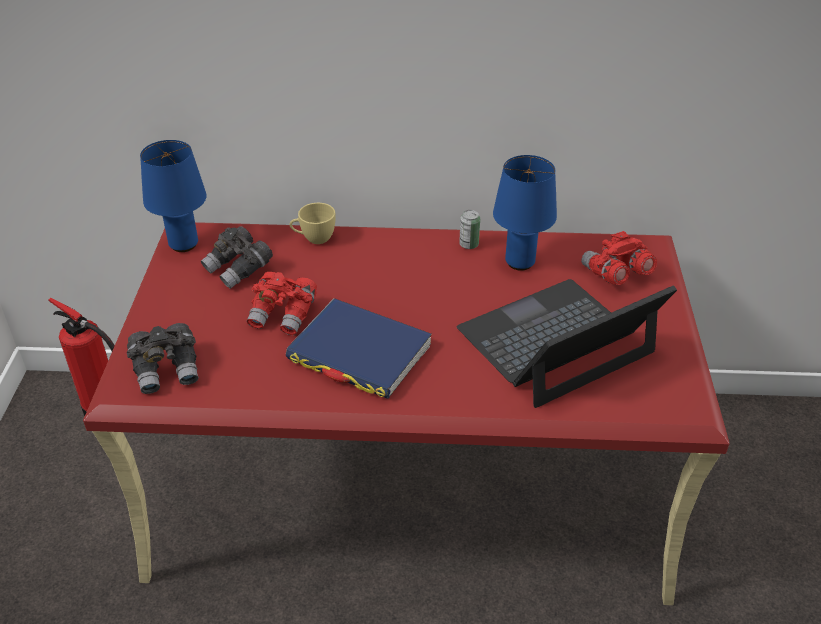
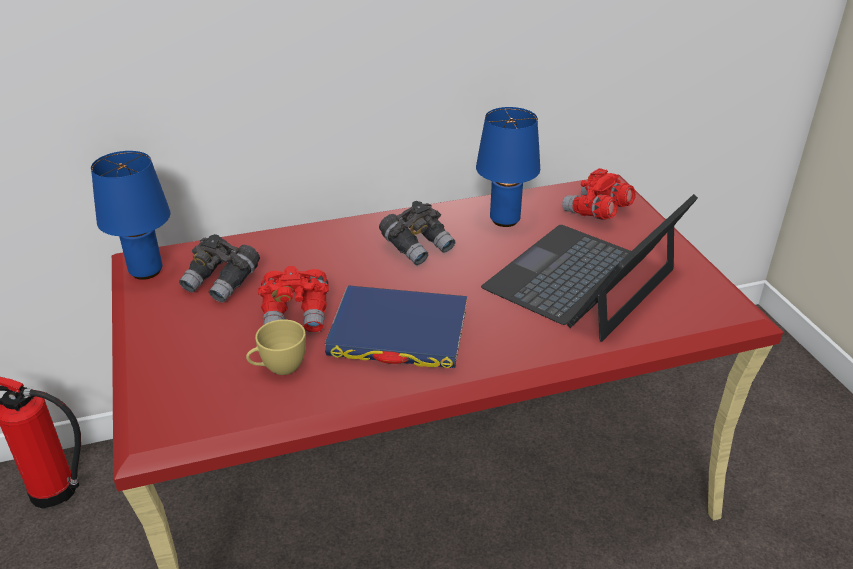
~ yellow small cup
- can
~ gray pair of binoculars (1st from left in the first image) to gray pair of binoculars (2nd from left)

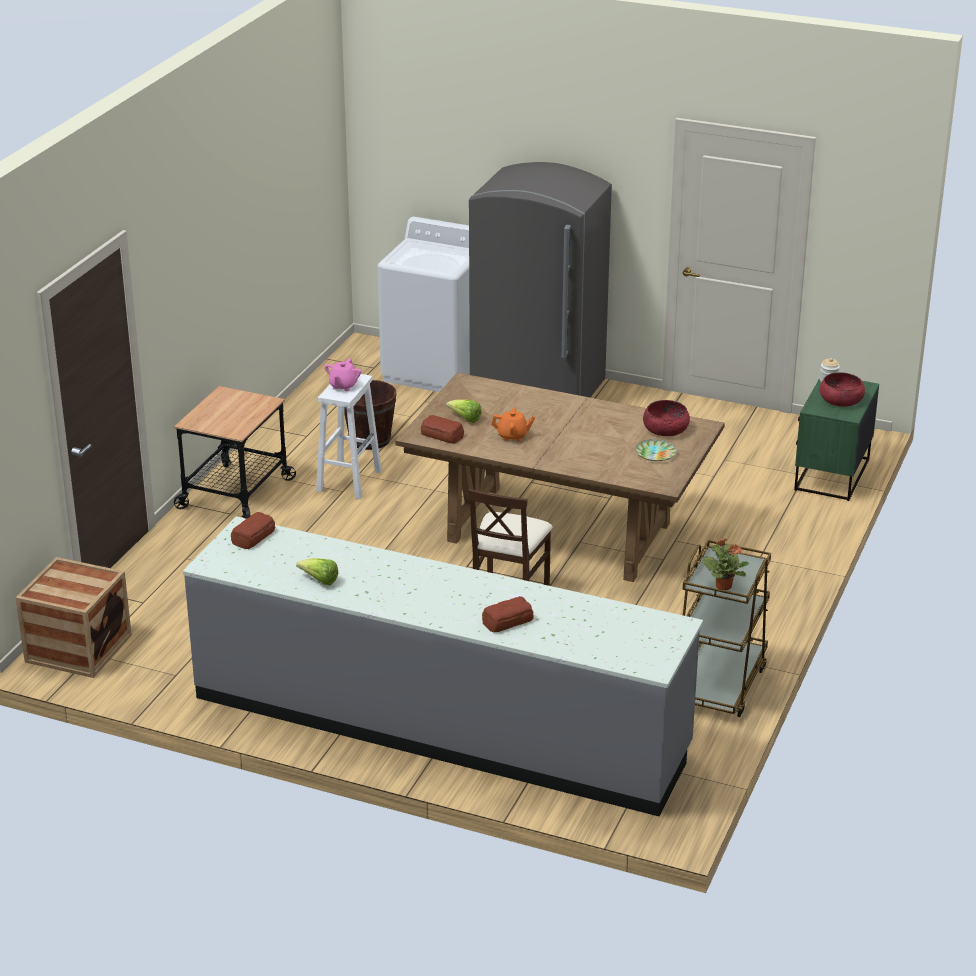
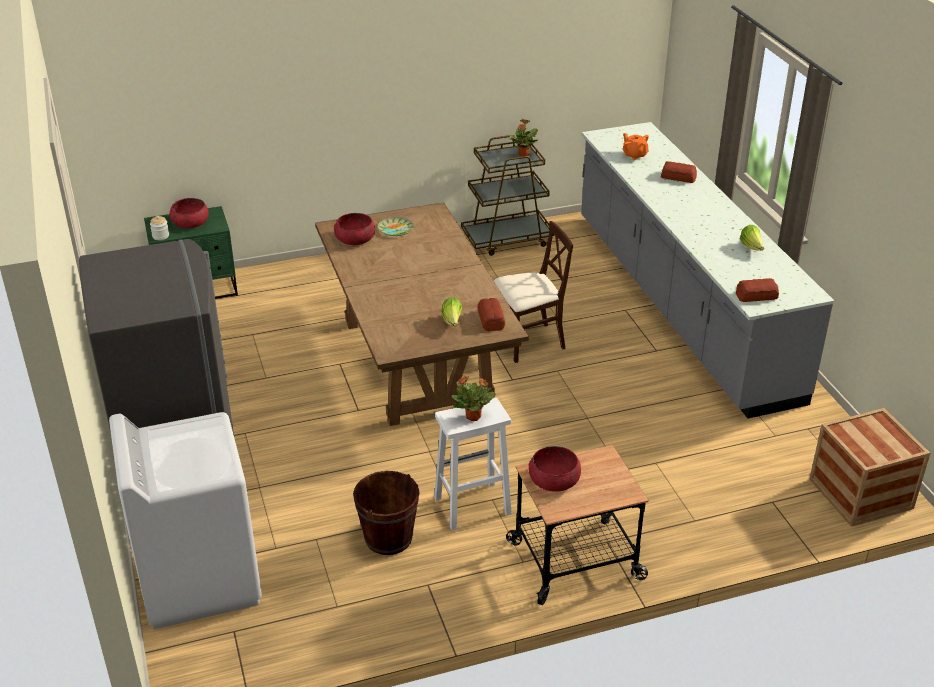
~ pinkish tea pot to potted plant (1st from left)
~ orangey tea pot
+ red serving bowl (3rd from left)

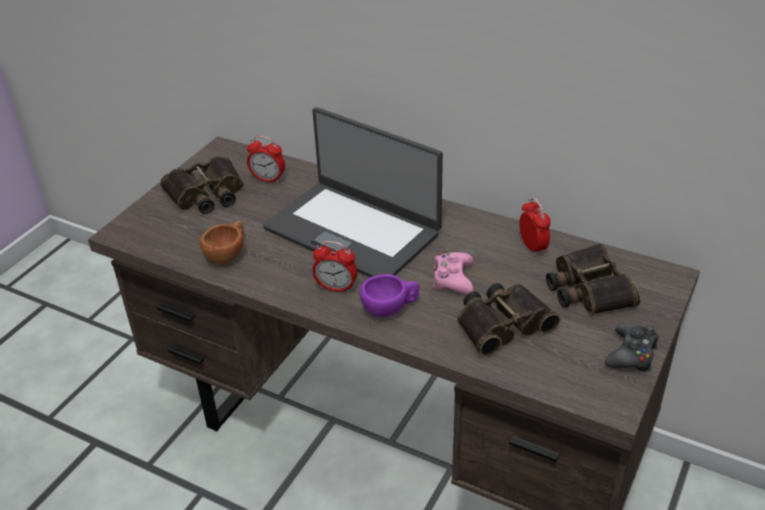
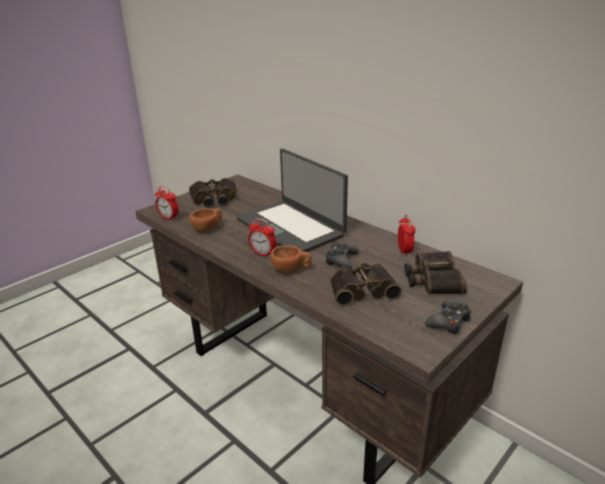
~ alarm clock (1st from left)
~ pinkish joypad to black-coloured joypad (1st from left)
~ purple-coloured small cup to brown-coloured small cup (2nd from left)

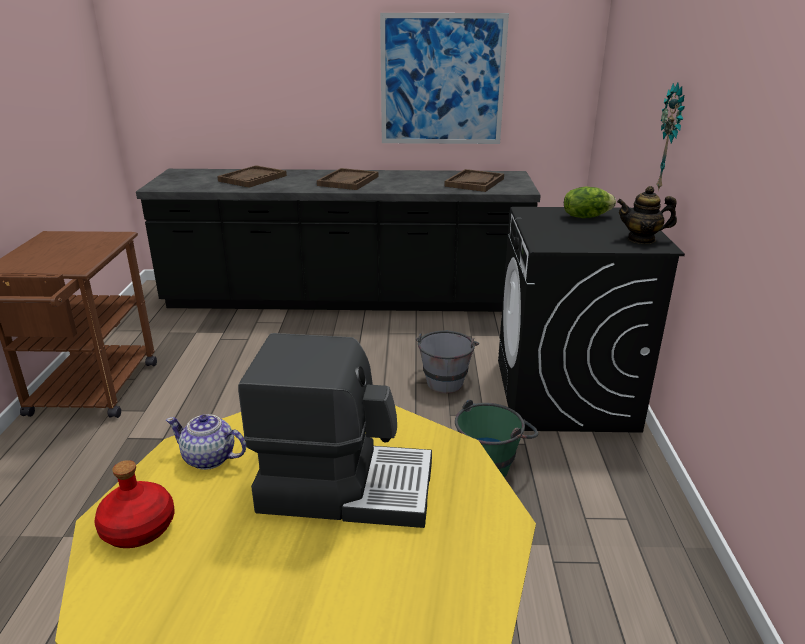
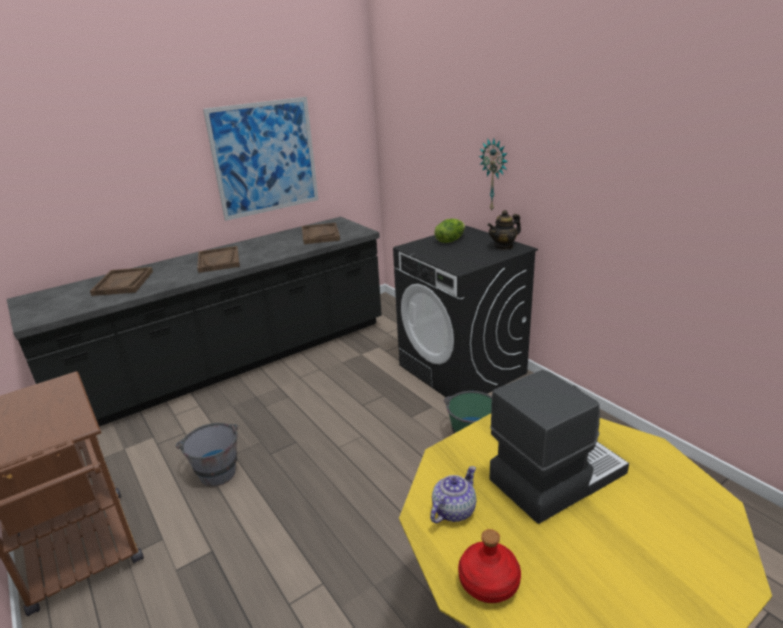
~ gray bucket
~ tea pot (1st from left) 150 degrees clockwise

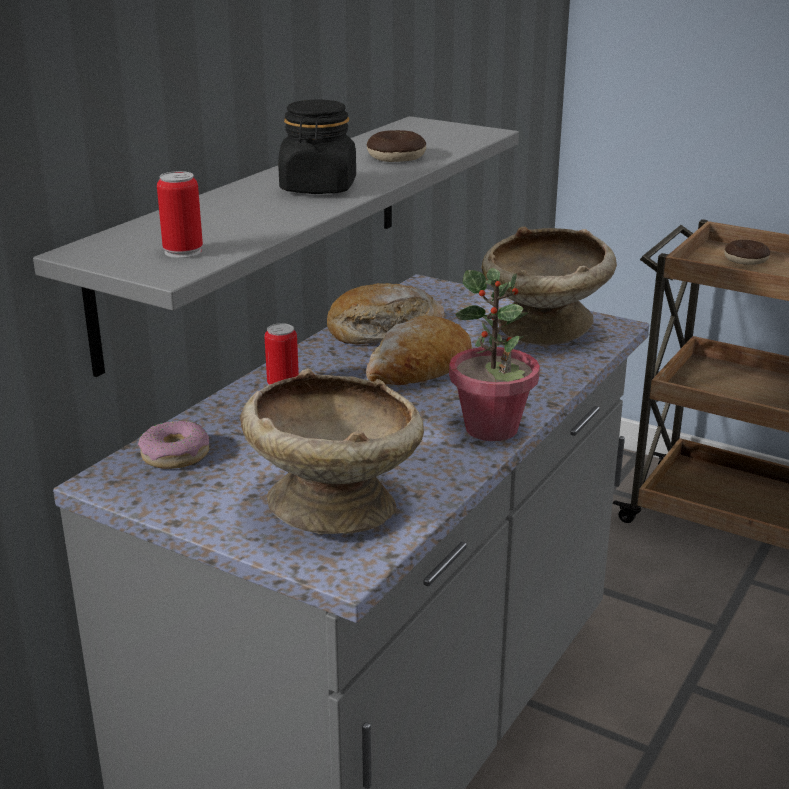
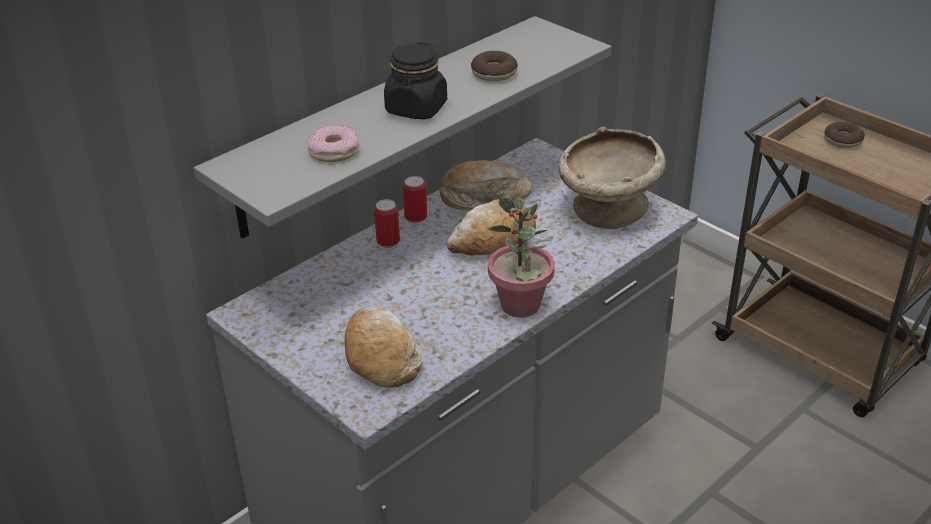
~ can (1st from left in the first image) to can (2nd from left)
~ beige-coloured serving bowl (1st from left) to baked bread (1st from left)
~ doughnut (1st from left)

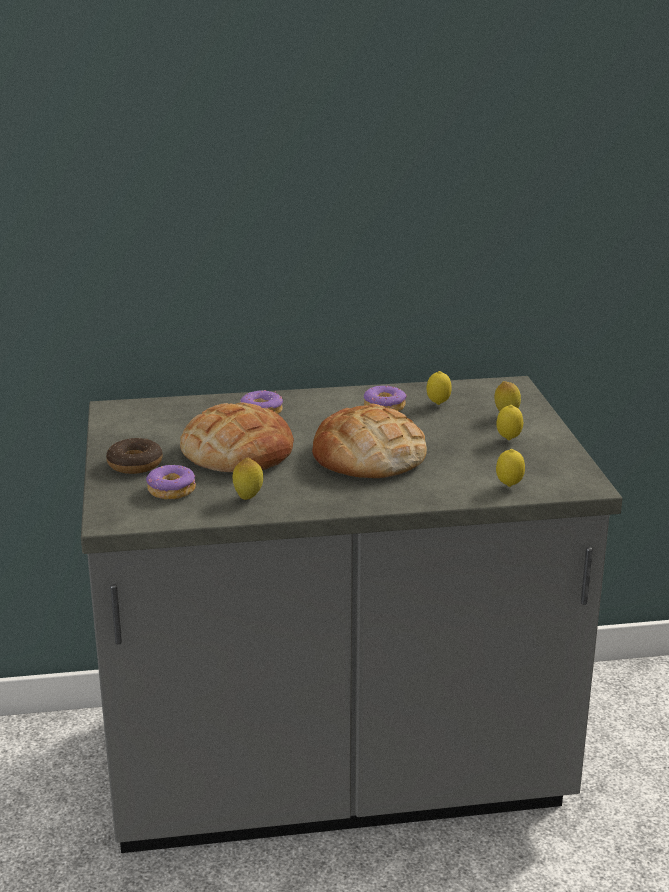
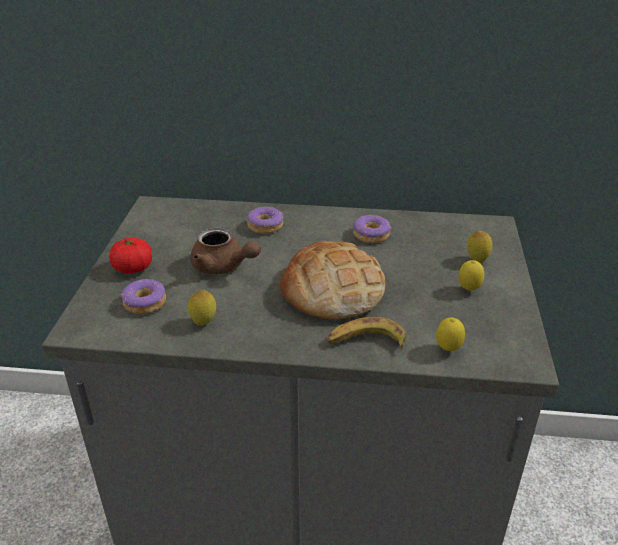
- whole lemon (2nd from left)
~ baked bread (1st from left) to brown-coloured tea pot
~ doughnut (1st from left) to tomato
+ banana

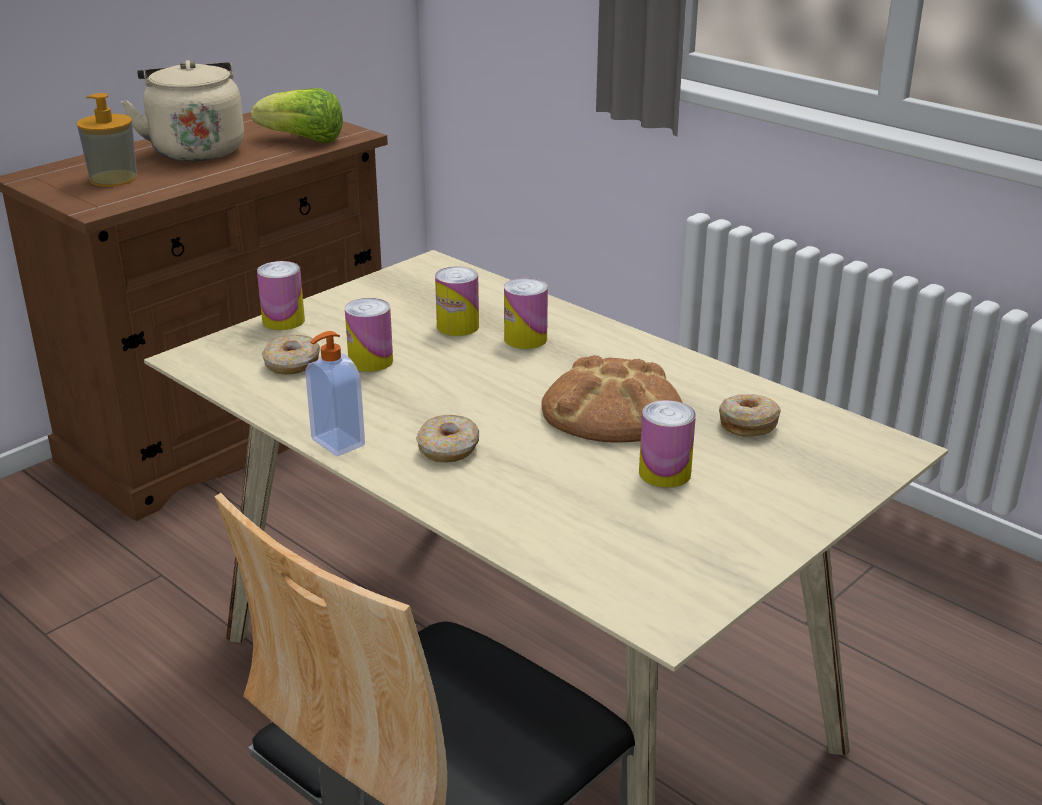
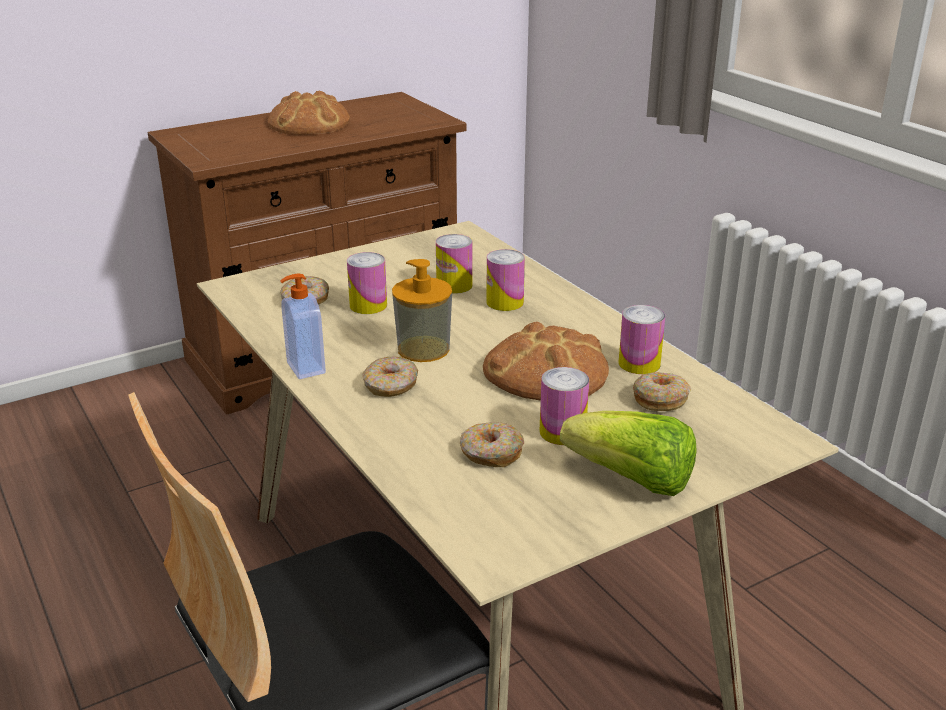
~ beige-coloured water kettle to baked bread (1st from left)
~ head of lettuce
~ liquid soap bottle (1st from left in the first image) to liquid soap bottle (2nd from left)
~ can (1st from left in the first image) to can (5th from left)
+ doughnut (3rd from left)

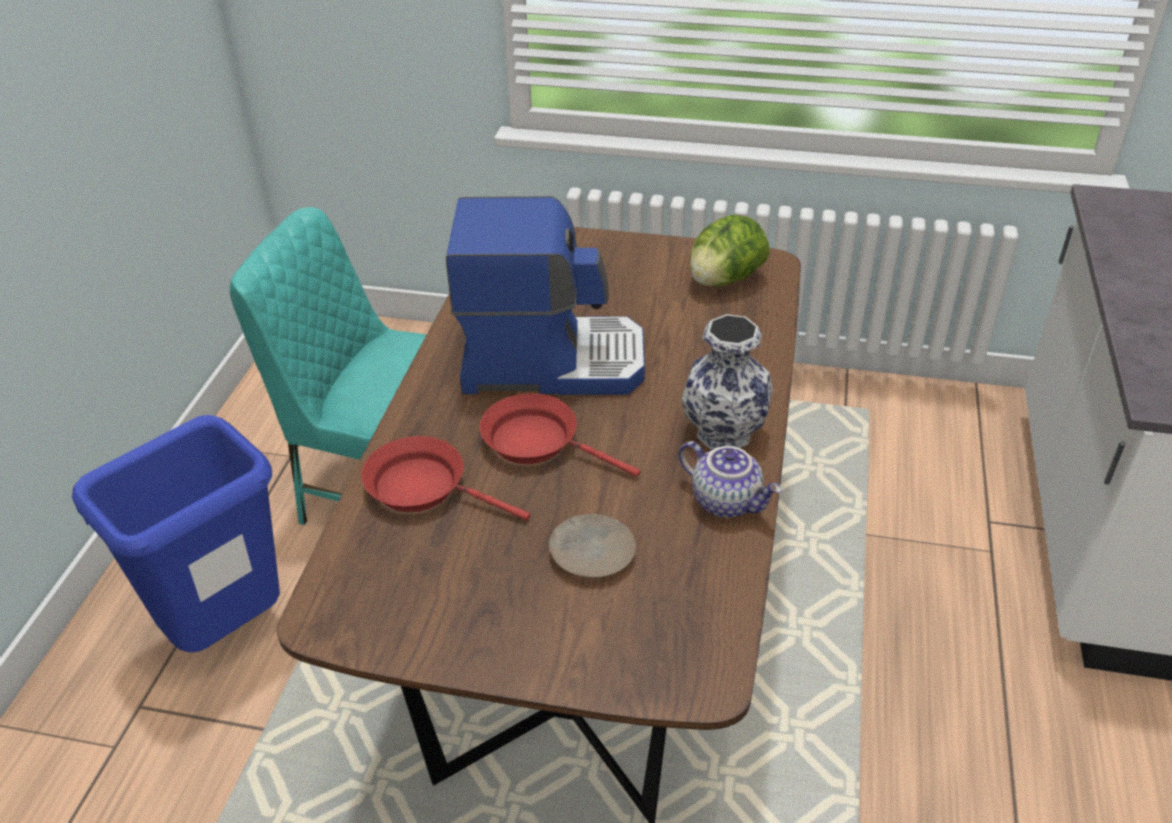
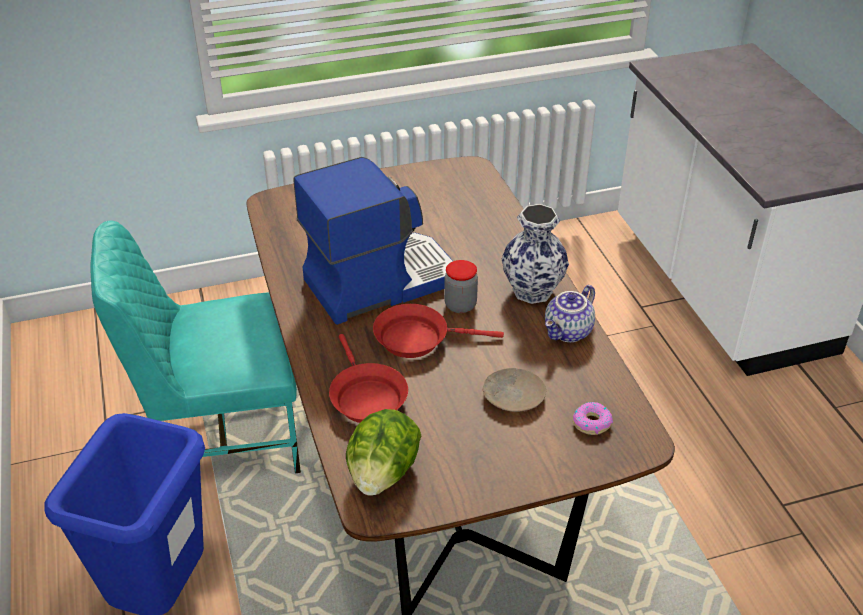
~ head of lettuce
~ red pan (1st from left) 105 degrees counterclockwise
~ tea pot 120 degrees clockwise
+ storage jar
+ doughnut

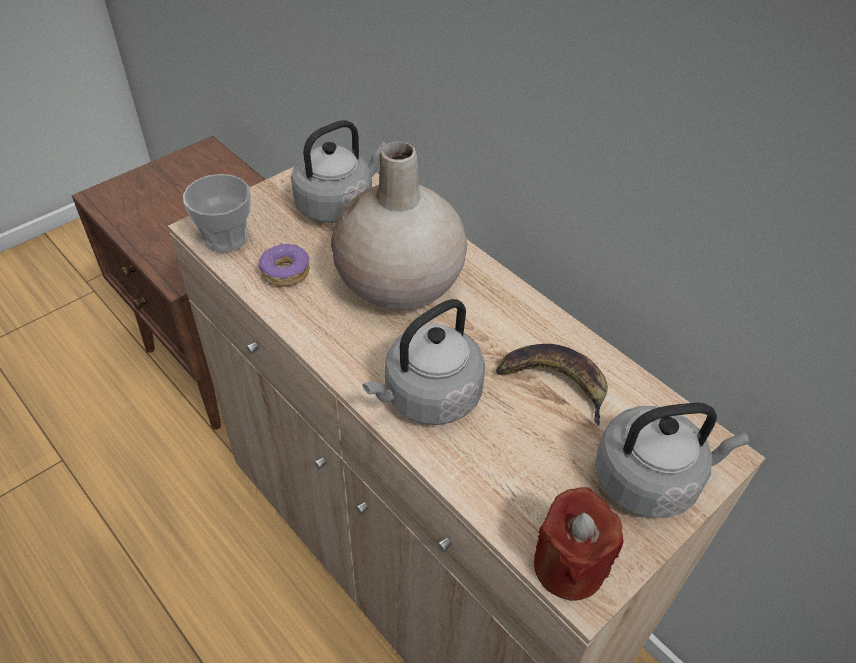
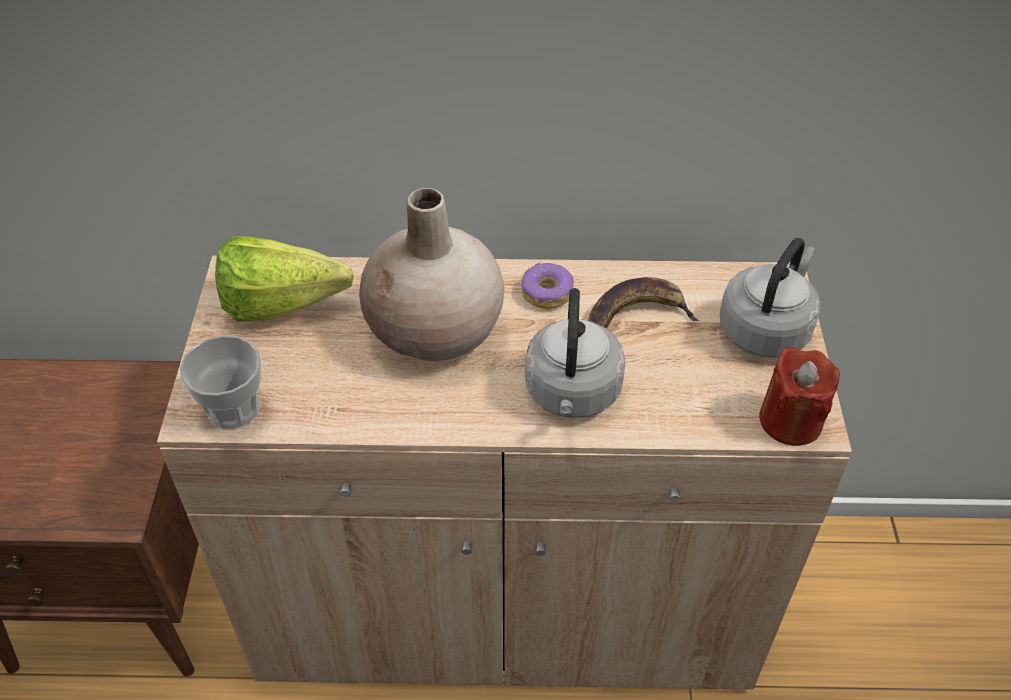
~ gray water kettle (1st from left) to head of lettuce
~ doughnut

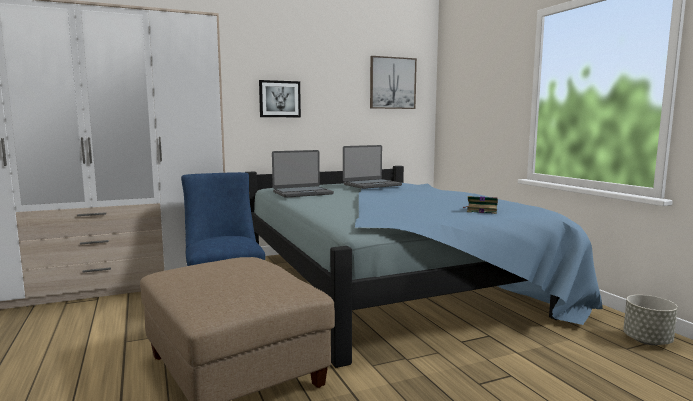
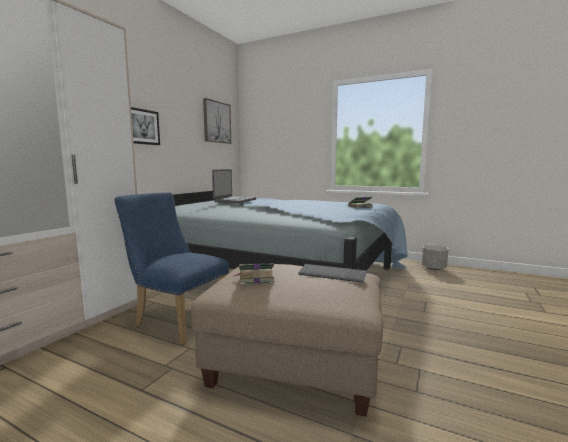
- portable computer (1st from left)
+ bound book (1st from left)
+ PC keyboard

